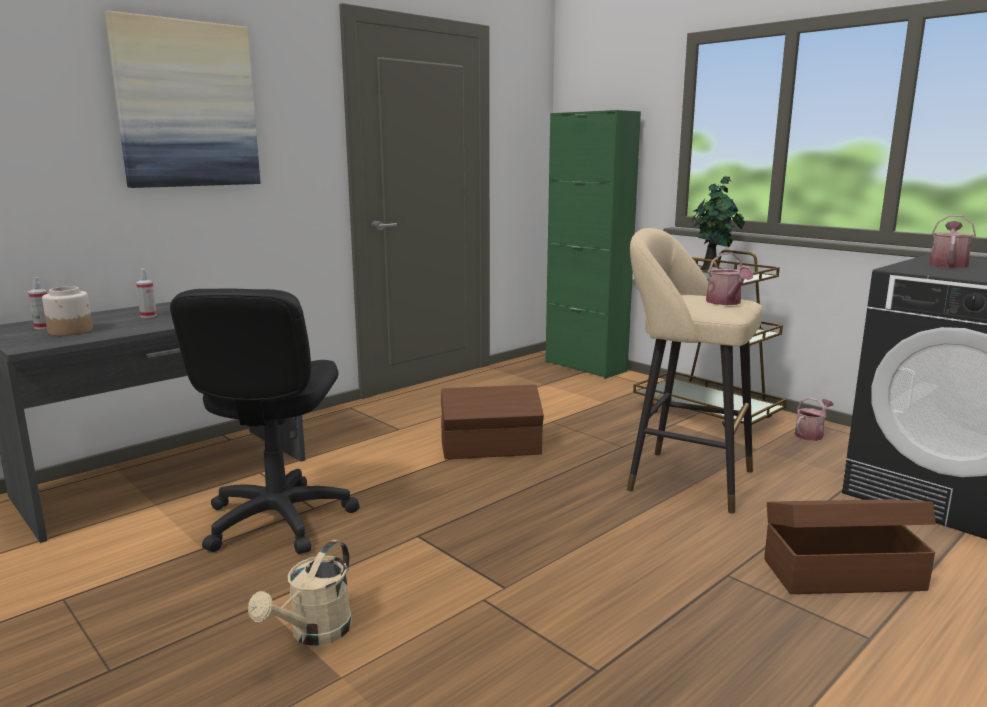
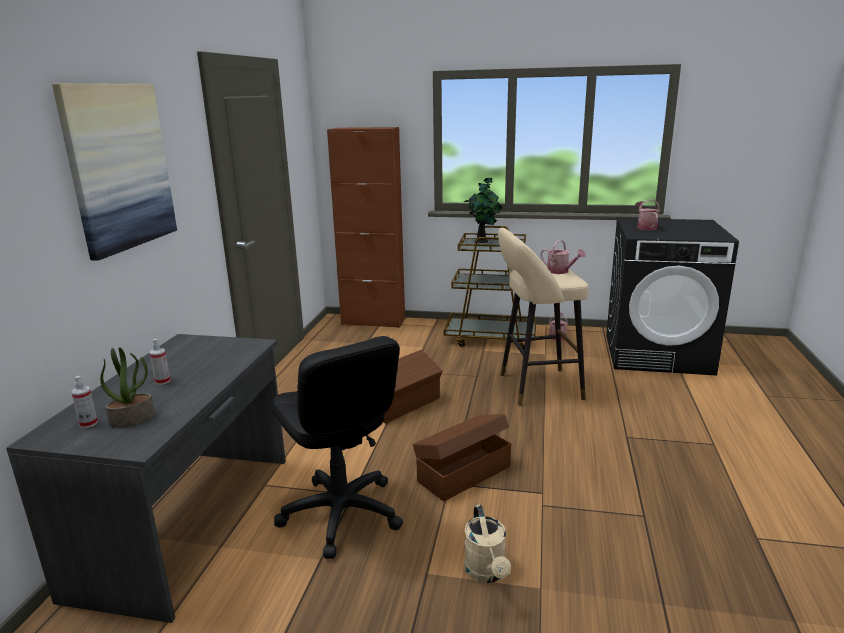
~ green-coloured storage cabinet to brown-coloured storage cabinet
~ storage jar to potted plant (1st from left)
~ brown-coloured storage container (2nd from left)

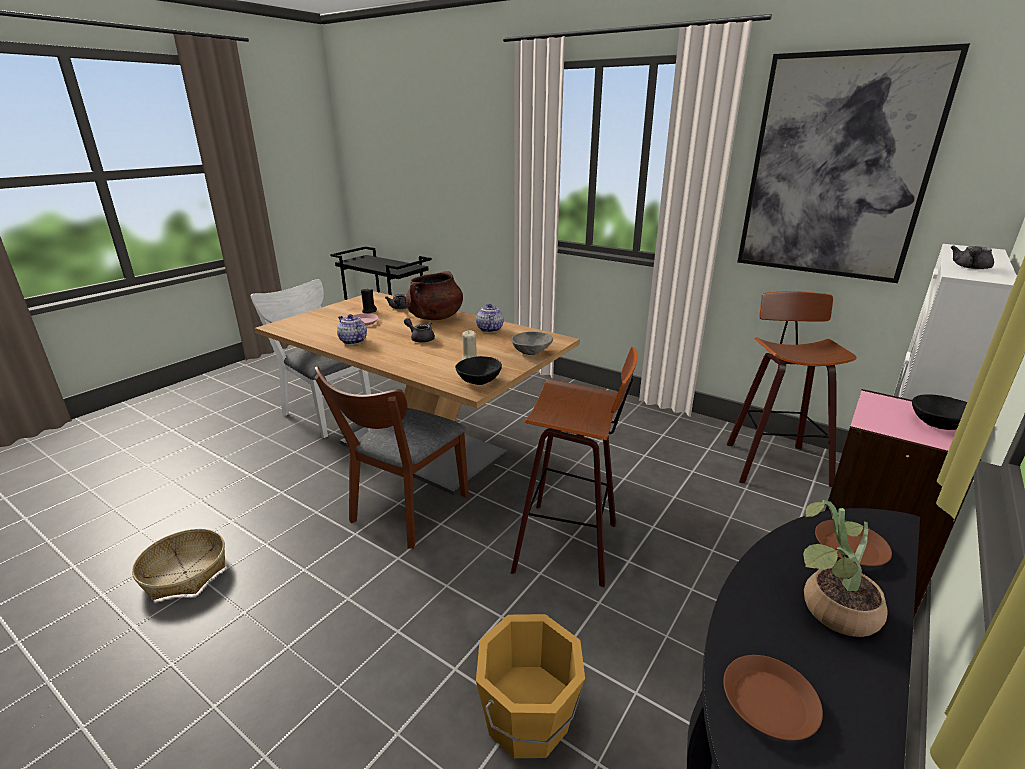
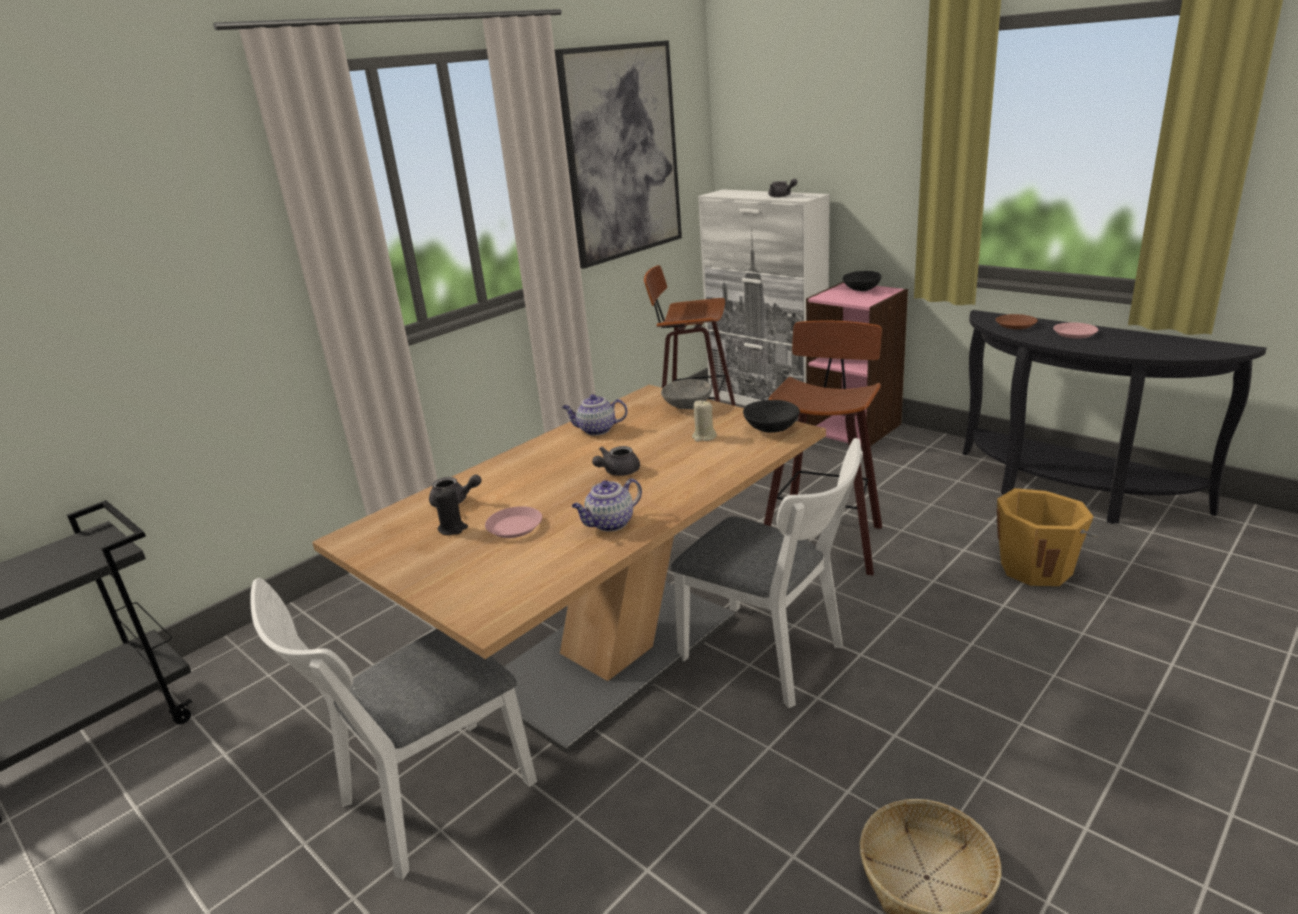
- brown-coloured saucepot
~ brown-coloured upright chair to whitish upright chair (2nd from left)
~ potted plant to pinkish plate (2nd from left)
- brown-coloured plate (1st from left)

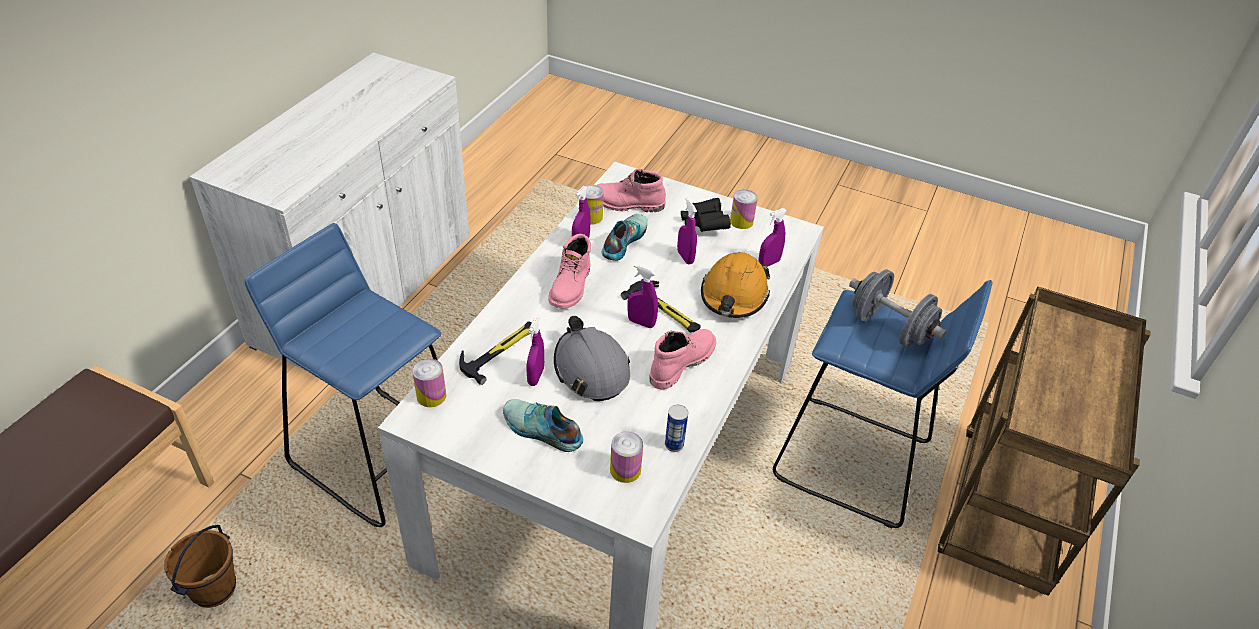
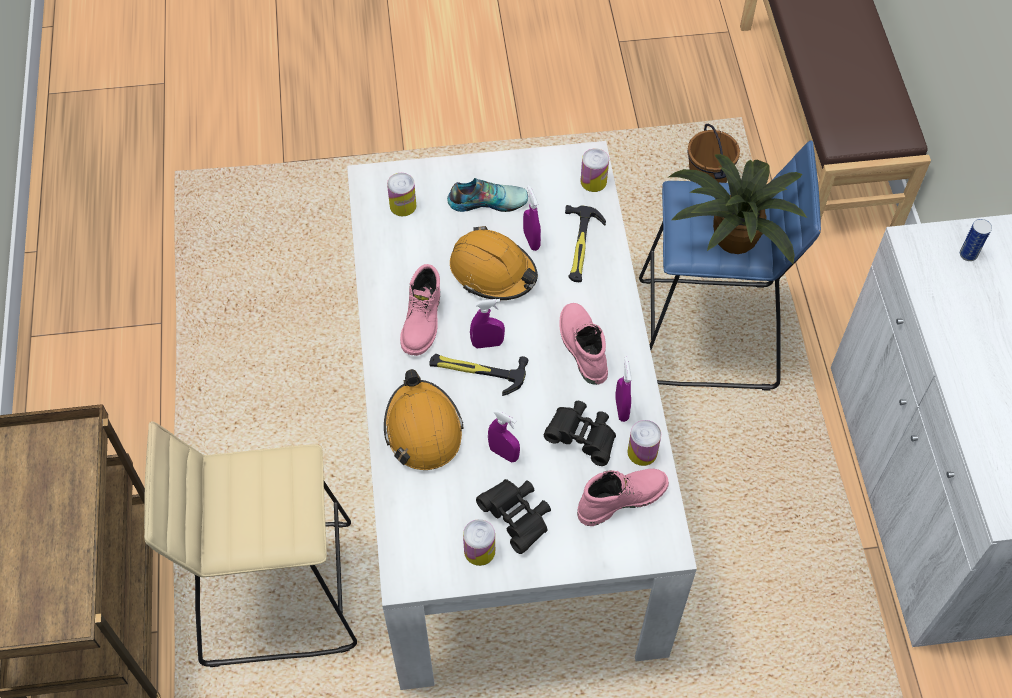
- purple-coloured spray bottle (5th from left)
~ item of footwear (2nd from left) to black-coloured pair of binoculars (2nd from left)
- gray free weight
~ blue sitting stool (2nd from left) to beige-coloured sitting stool
~ gray work helmet to orangey work helmet (2nd from left)
~ can (4th from left in the first image) to can (5th from left)
+ potted plant

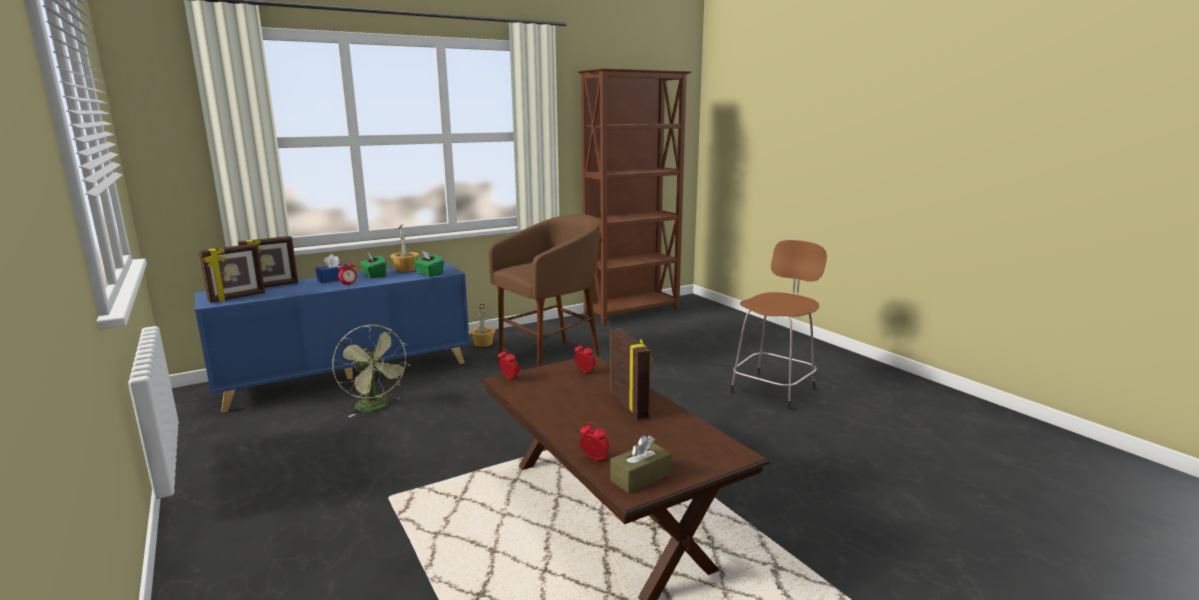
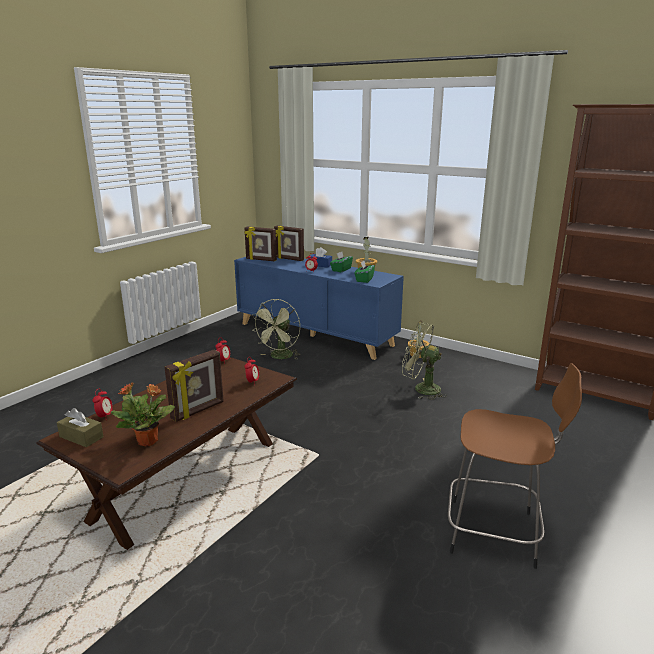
~ brown-coloured sitting stool (1st from left) to green-coloured electric fan (2nd from left)
+ potted plant (1st from left)

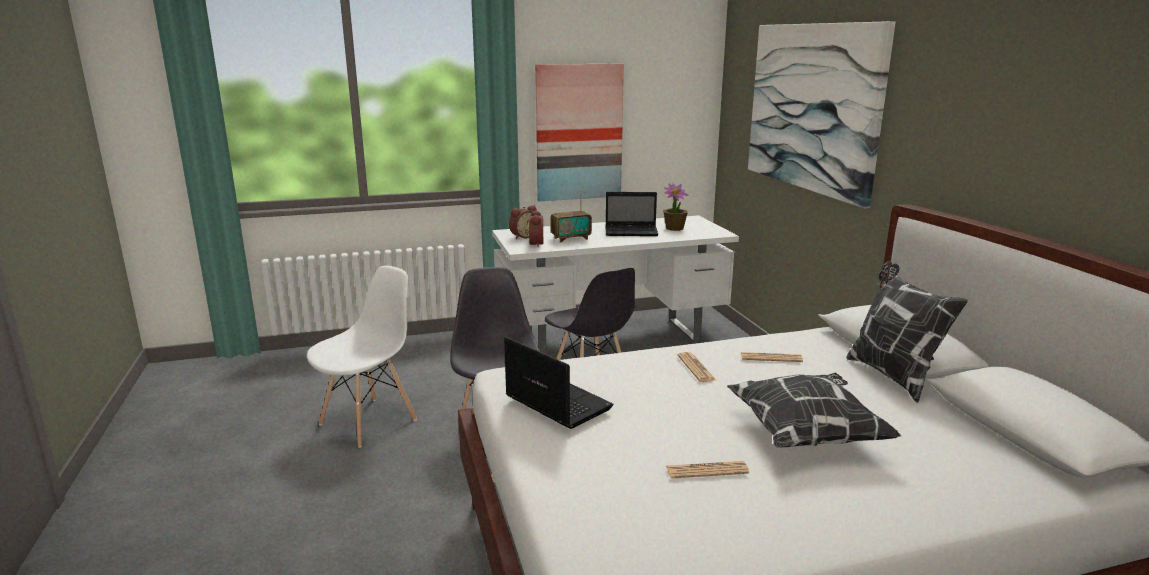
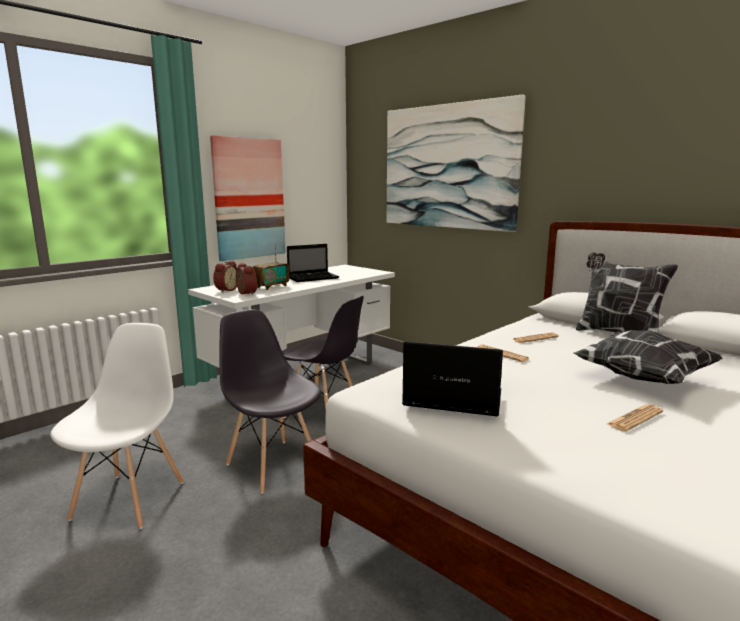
- potted plant

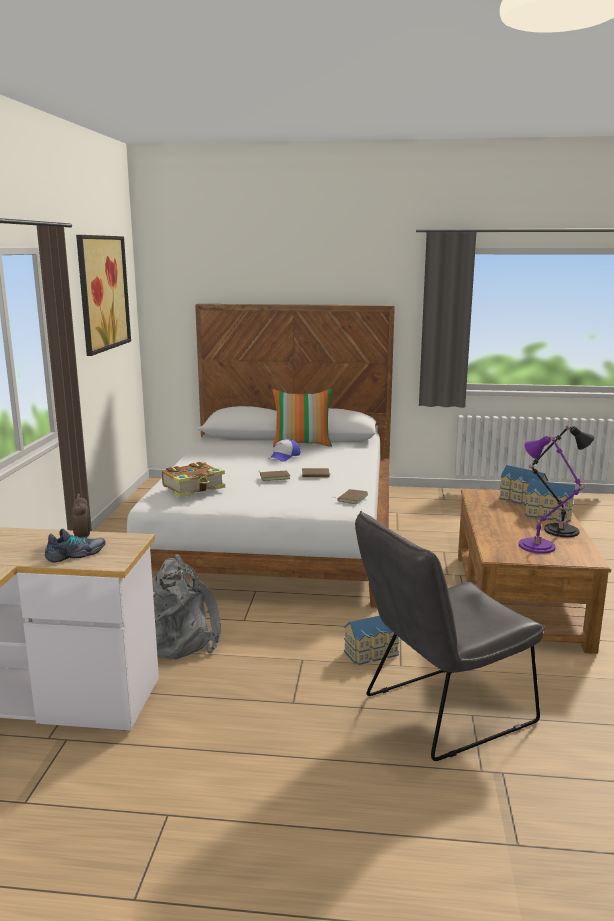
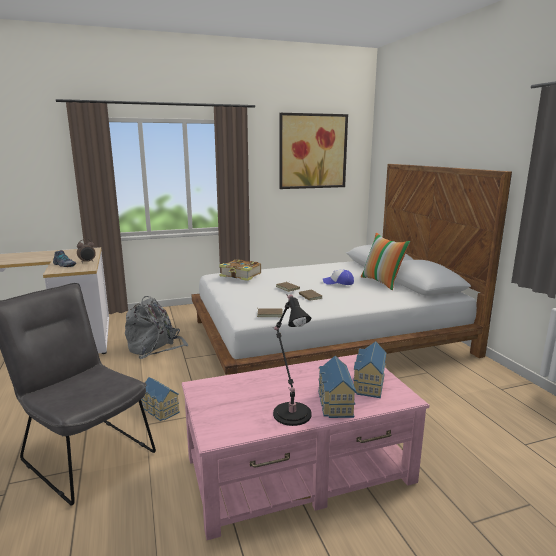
- purple-coloured tabletop lamp
~ brown-coloured coffee table to pinkish coffee table

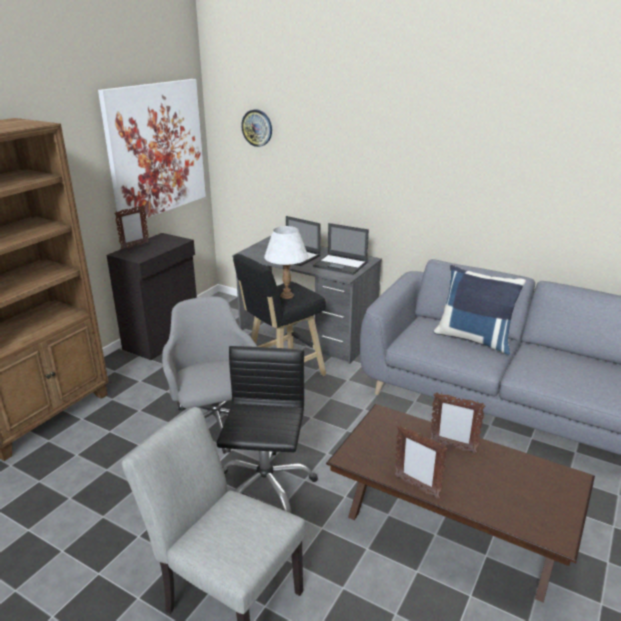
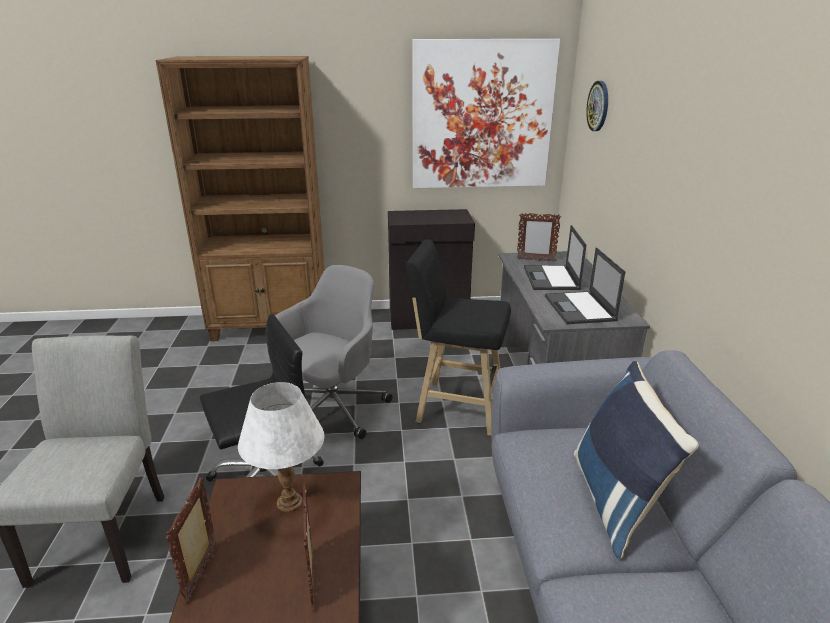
~ photo frame (1st from left in the first image) to photo frame (3rd from left)
~ whitish tabletop lamp

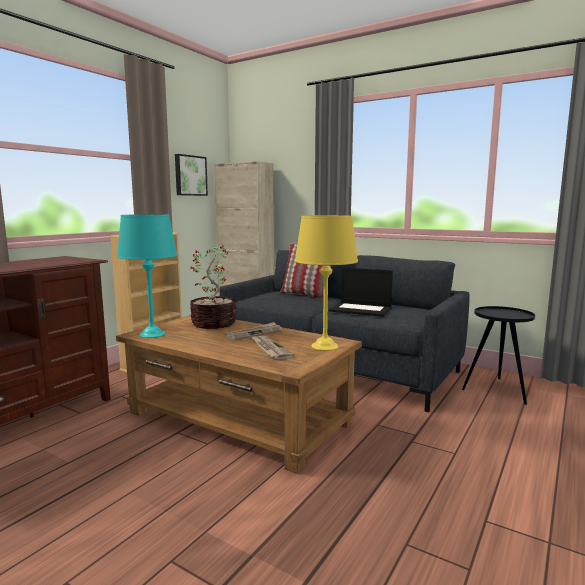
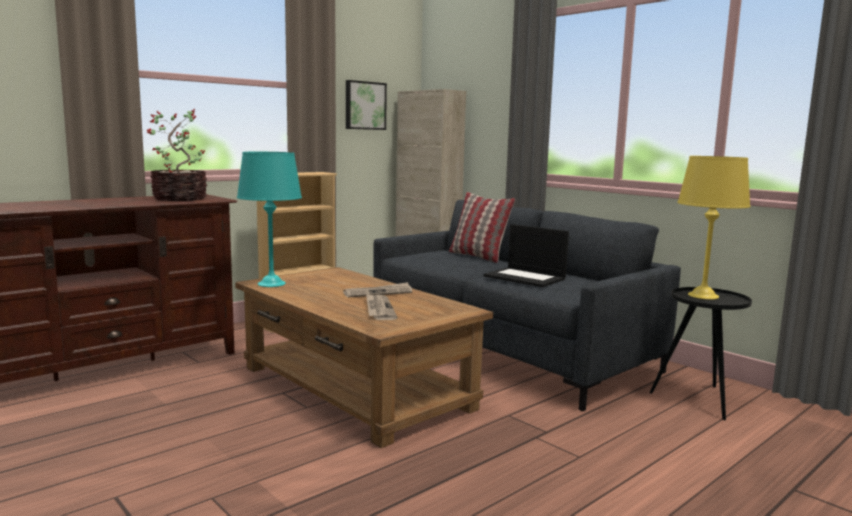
~ yellow tabletop lamp
~ potted plant

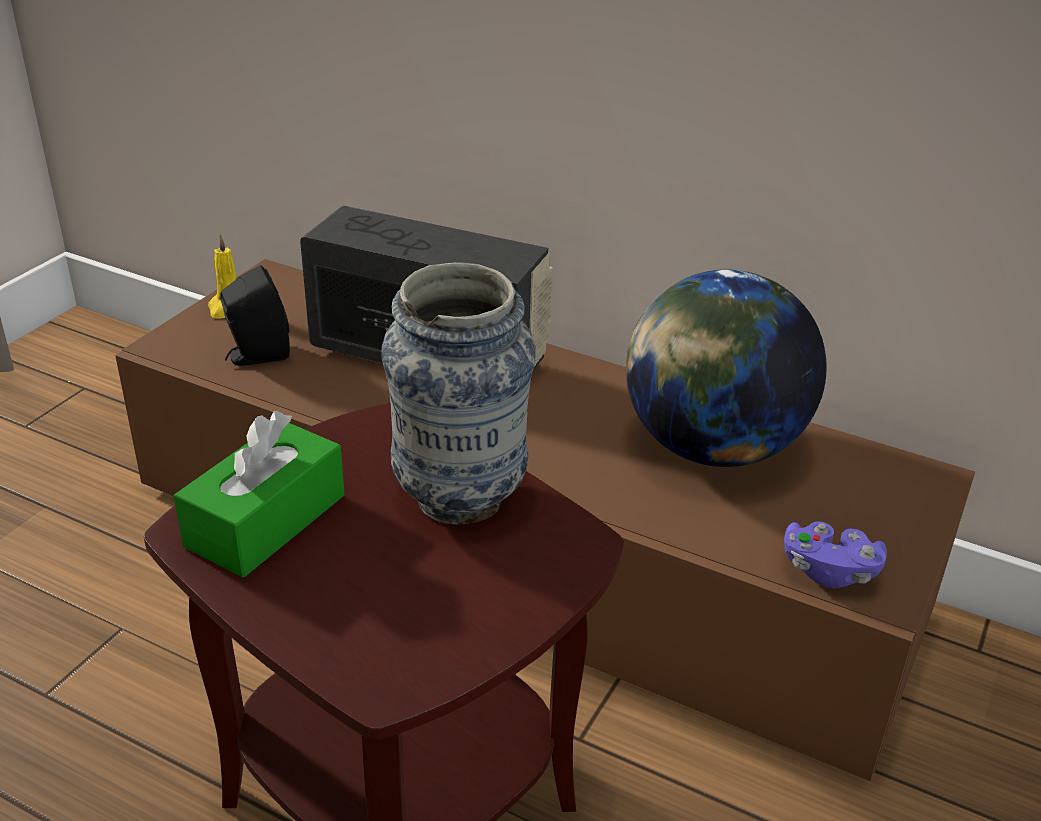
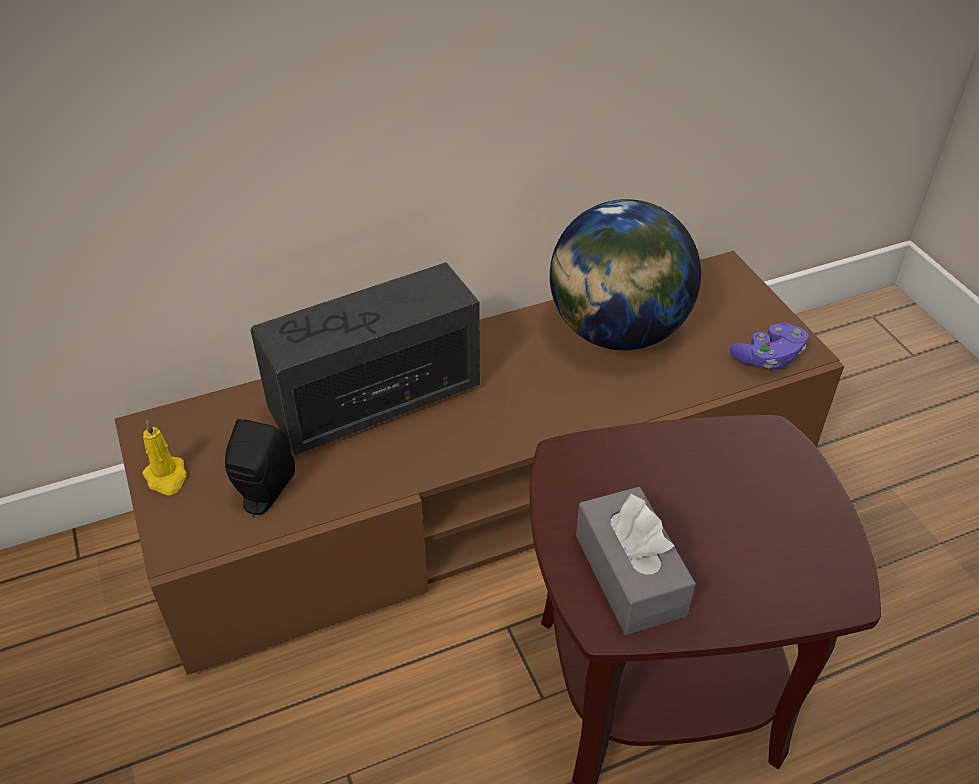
- vase
~ green-coloured box of tissues to gray box of tissues

